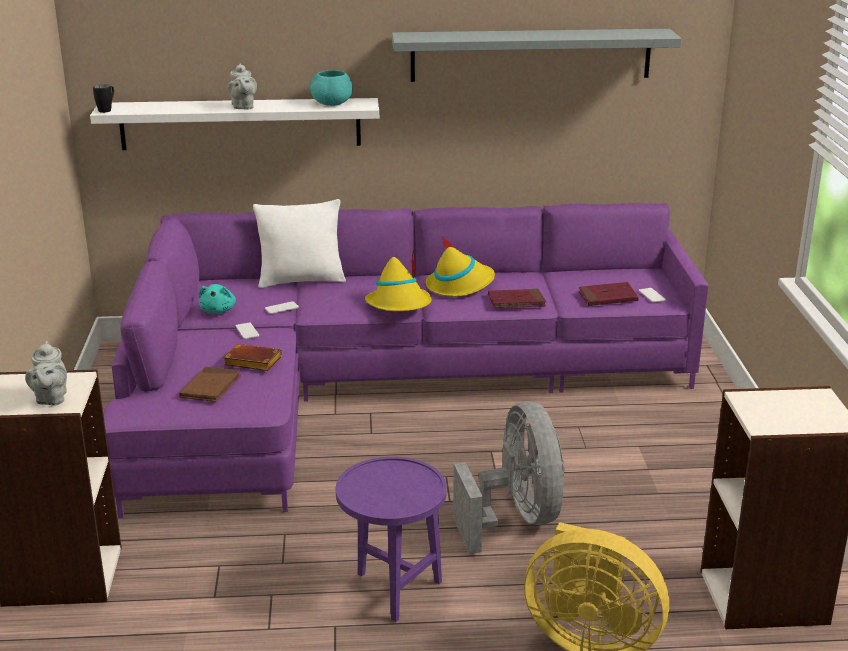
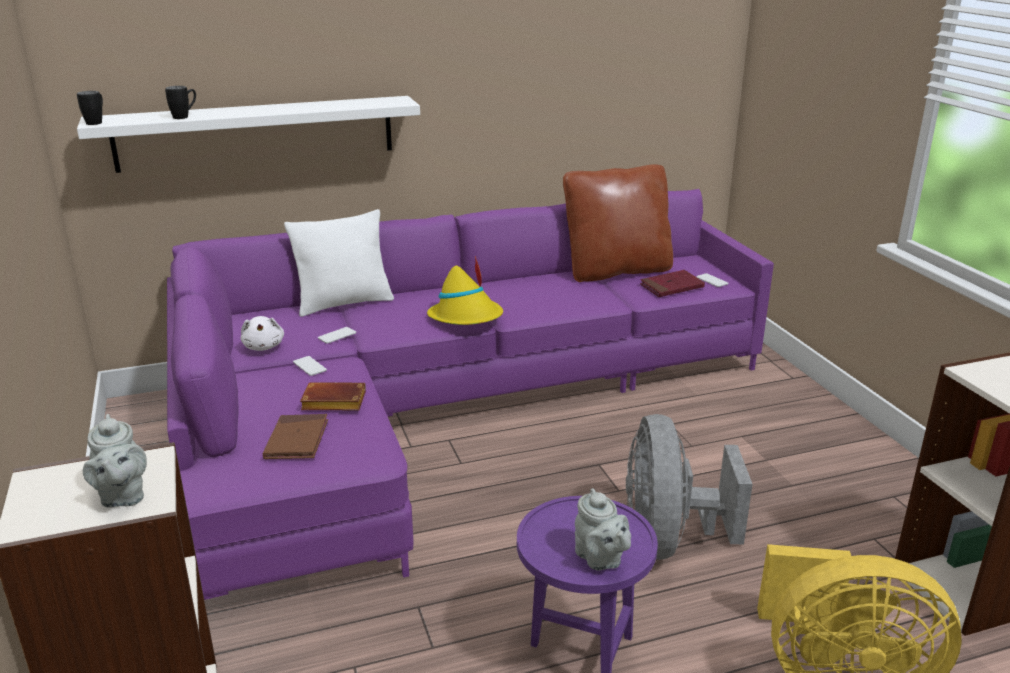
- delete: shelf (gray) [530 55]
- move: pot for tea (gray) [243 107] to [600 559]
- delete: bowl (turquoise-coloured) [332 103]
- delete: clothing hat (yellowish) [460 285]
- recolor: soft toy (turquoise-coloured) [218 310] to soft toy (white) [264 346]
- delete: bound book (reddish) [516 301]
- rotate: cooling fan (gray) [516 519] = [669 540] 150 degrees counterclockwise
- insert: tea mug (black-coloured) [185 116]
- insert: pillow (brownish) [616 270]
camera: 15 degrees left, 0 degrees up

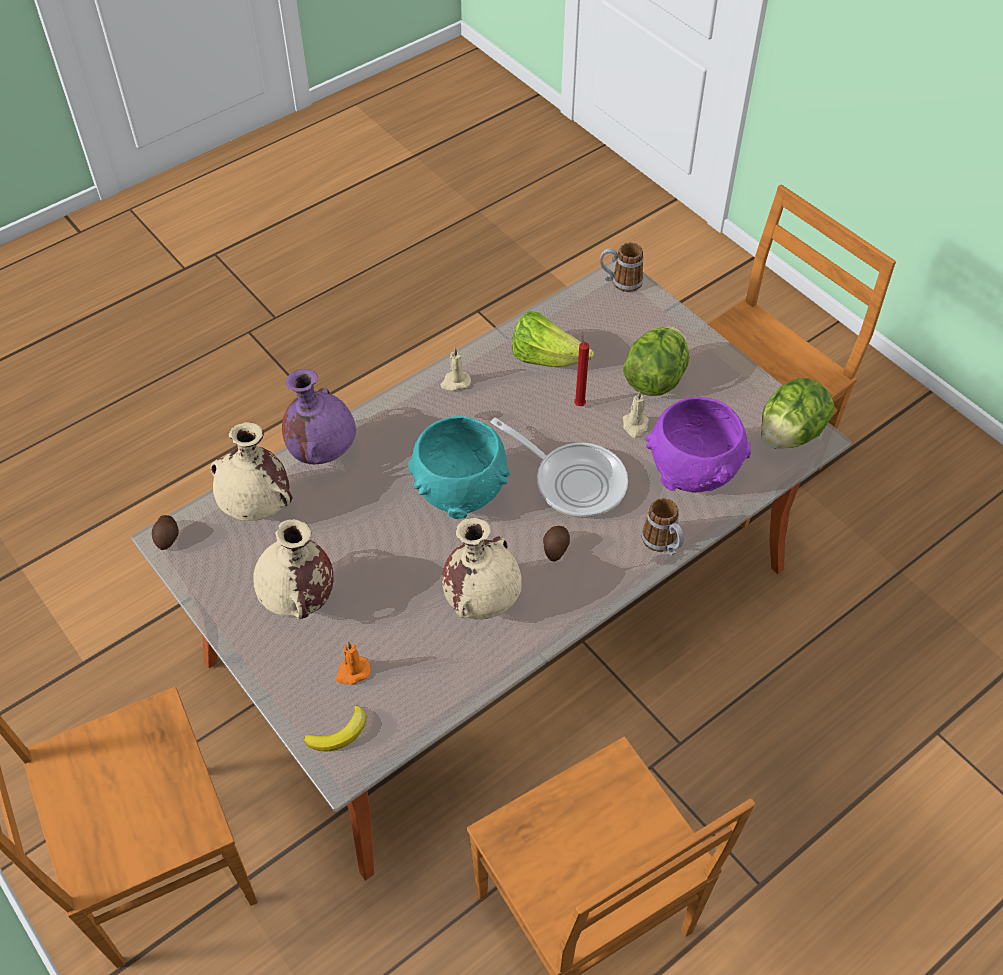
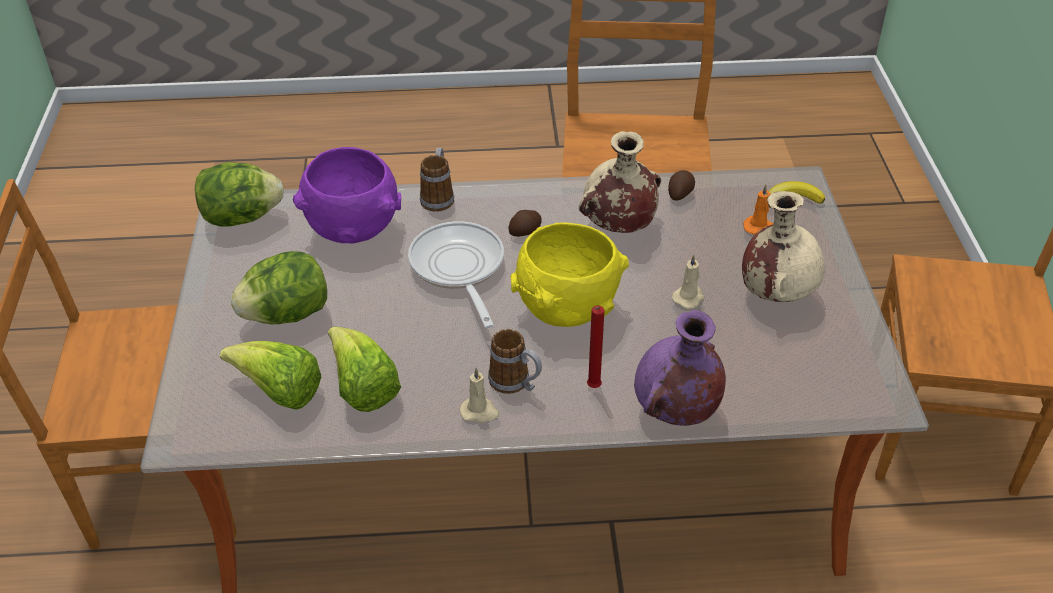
- move: tea mug [620 282] to [516 383]
- move: wax light (reddish) [579 403] to [592 388]
- move: wax light (sand-coloured) [635 426] to [689 297]
- recolor: bowl (turquoise-coloured) [460 491] to bowl (yellowish) [566 309]
- delete: vase (sand-coloured) [258 507]
- move: spud [168 537] to [679 193]
- insert: head of lettuce [279 392]
camera: 145 degrees left, 10 degrees down

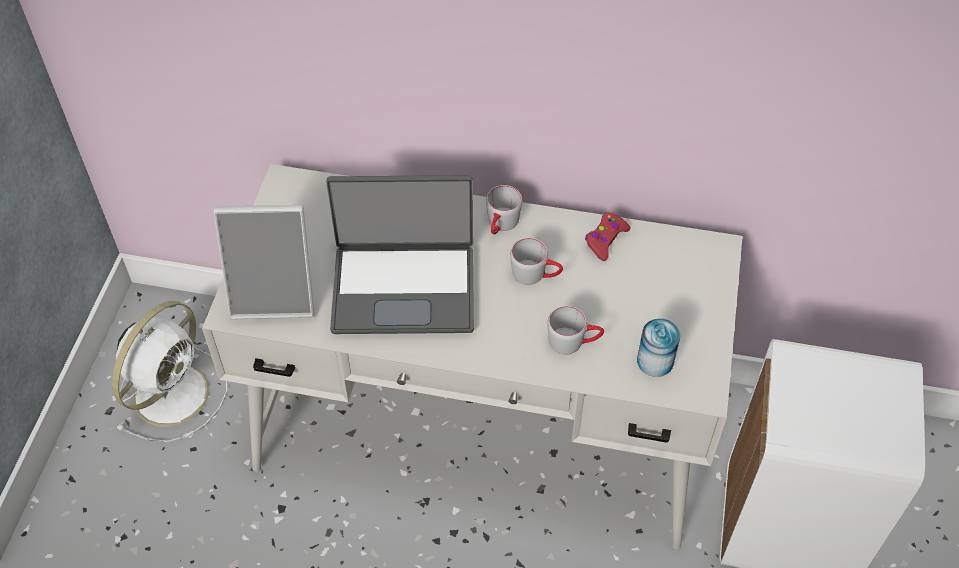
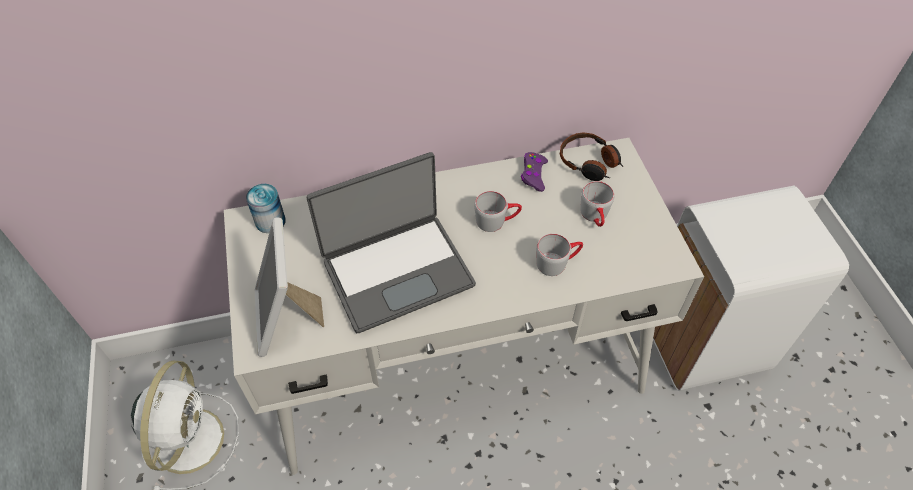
- move: tea mug (gray) [501 225] to [595 217]
- rotate: picture frame [275 294] = [287 319] 105 degrees clockwise
- recolor: joypad (reddish) [605 240] to joypad (purplish) [533 175]
- move: sealed can [655 361] to [270 221]
- insert: pair of headphones [589 163]
camera: 25 degrees left, 0 degrees up

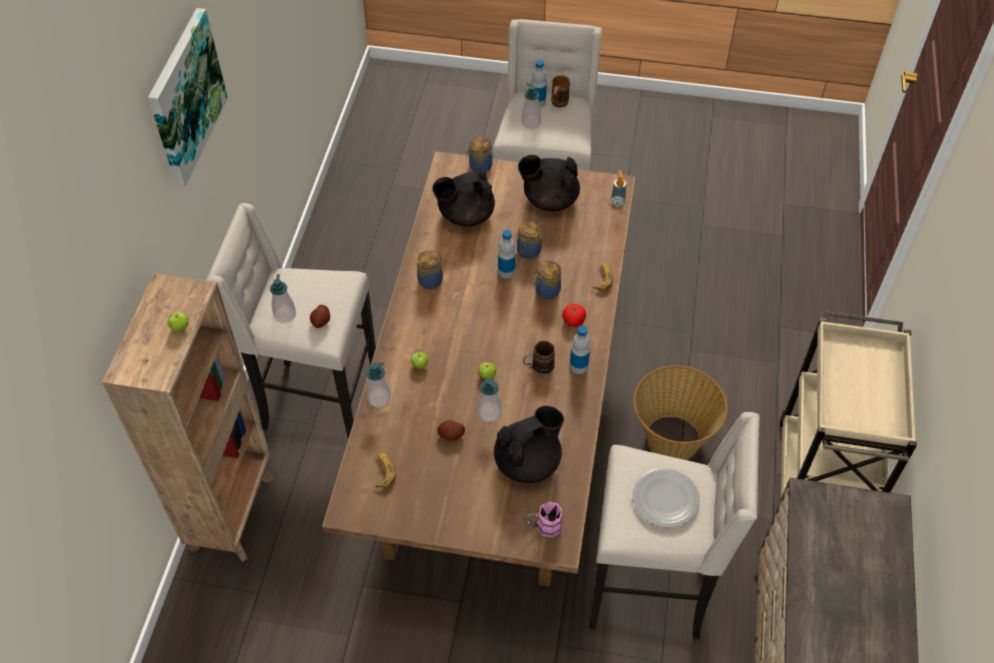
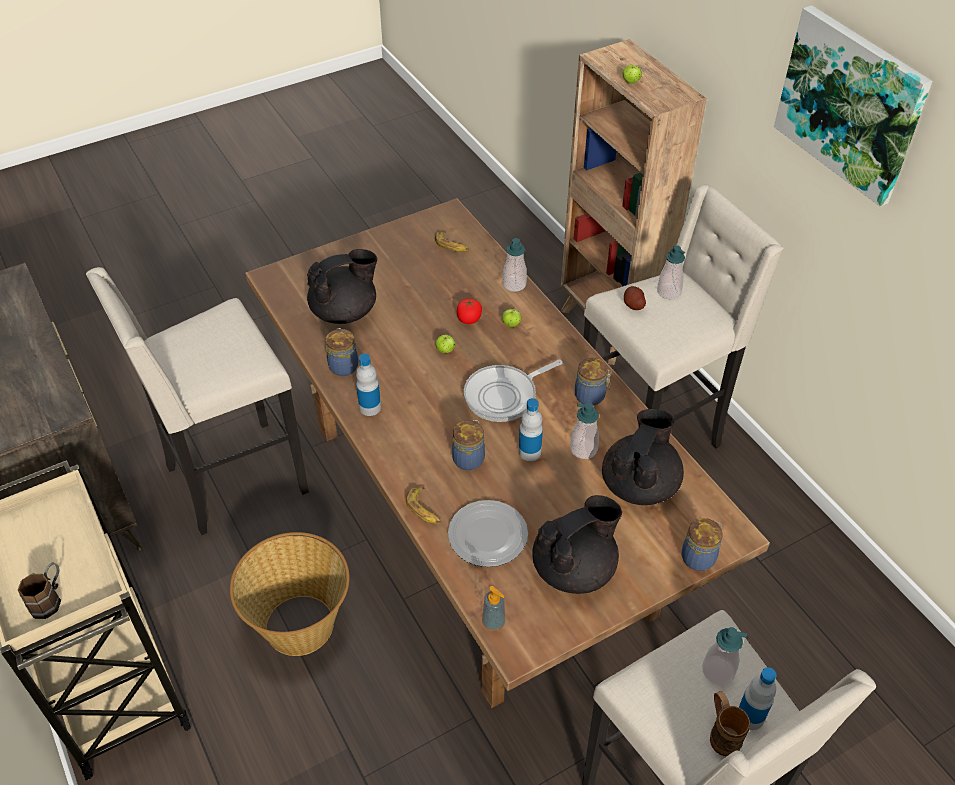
- move: storage jar [528 252] to [343 365]
- move: whole tomato [573 321] to [469 319]
- move: tea mug (brownish) [538 366] to [50 599]
- move: soap dispenser [489 412] to [583 449]
- rotate: pot for tea (black-coloured) [528 462] = [345 312] 135 degrees counterclockwise
- delete: spud [451 435]
- move: plate [664 499] to [489 535]
- delete: tea mug (pinkish) [543 527]
- insert: pan [504 395]
camera: 140 degrees right, 5 degrees down

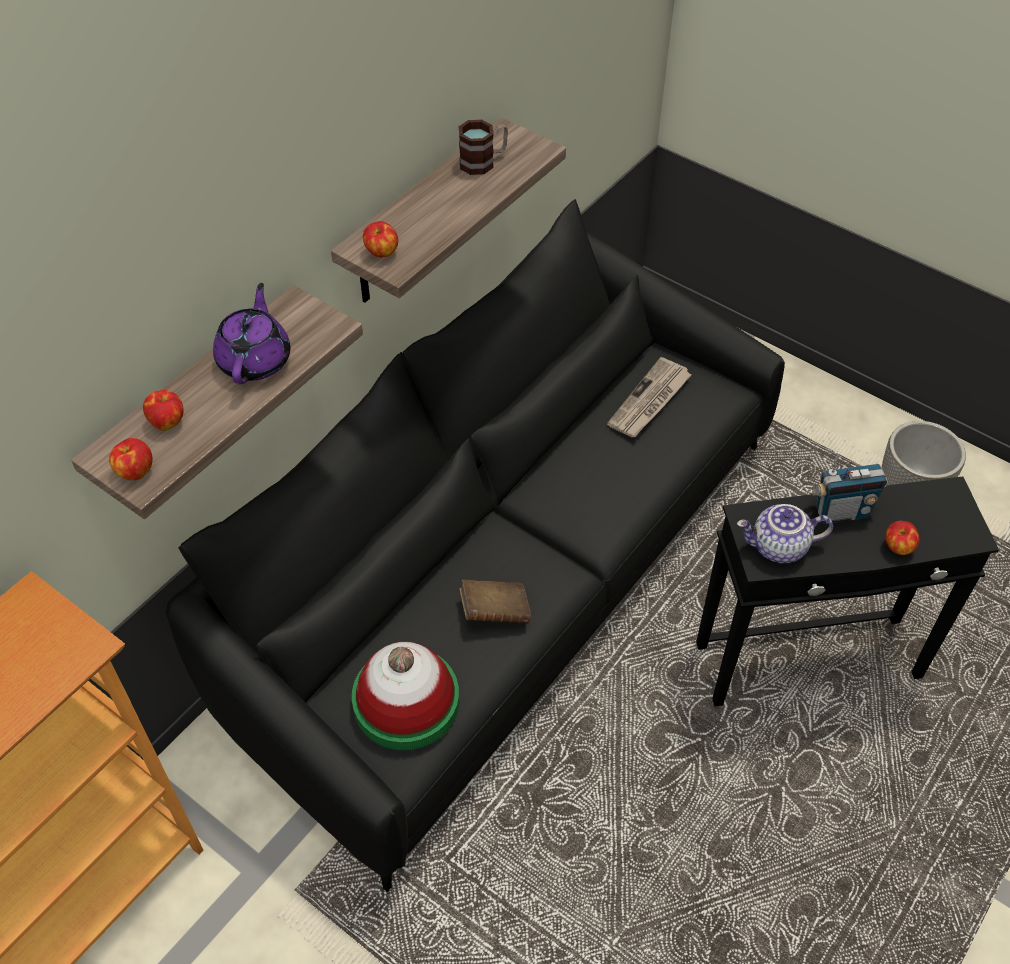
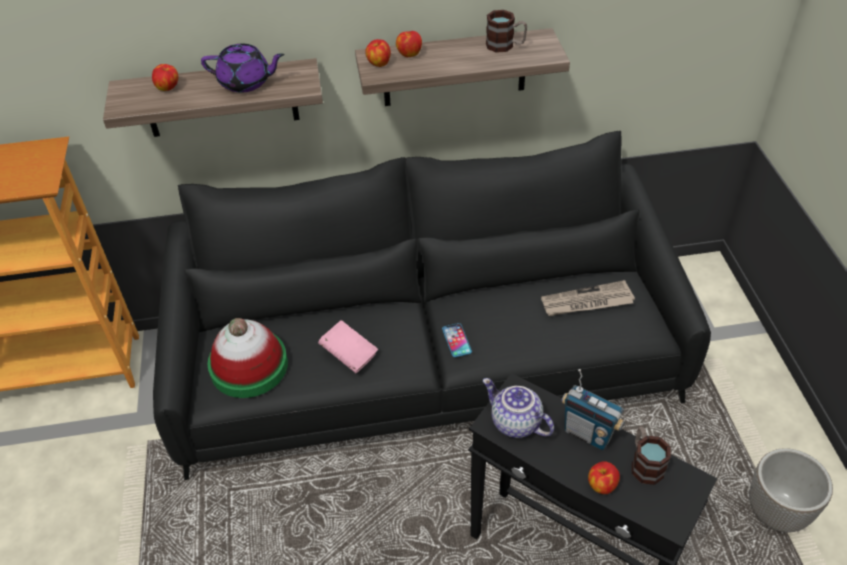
- rotate: pot for tea (purplish) [255 359] = [246 82] 45 degrees clockwise
- move: whole apple [135 471] to [409 54]
- recolor: bound book (brownish) [495 611] to bound book (pinkish) [349 355]
- insert: phone [456 340]
- insert: tea mug [644 463]
camera: 45 degrees right, 5 degrees down

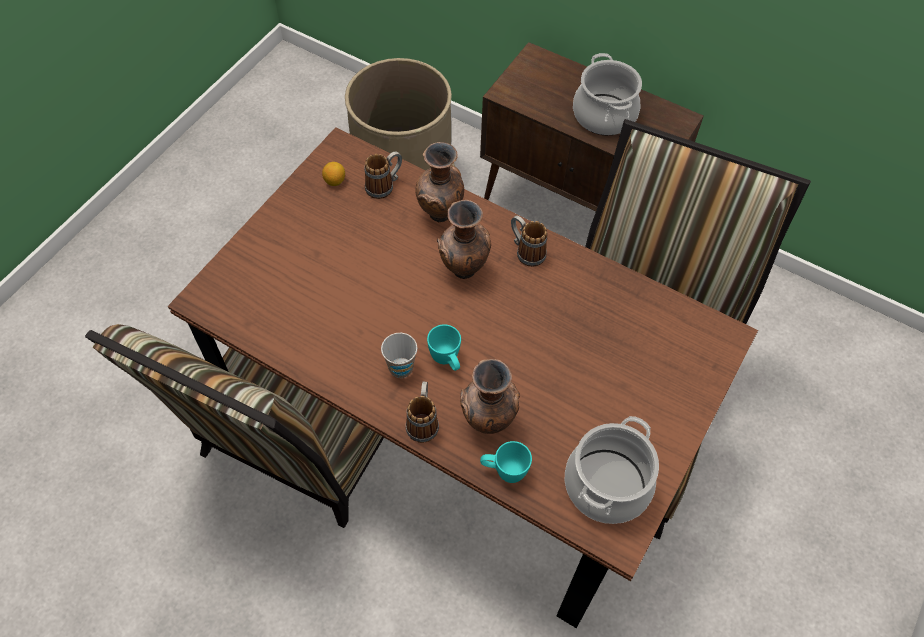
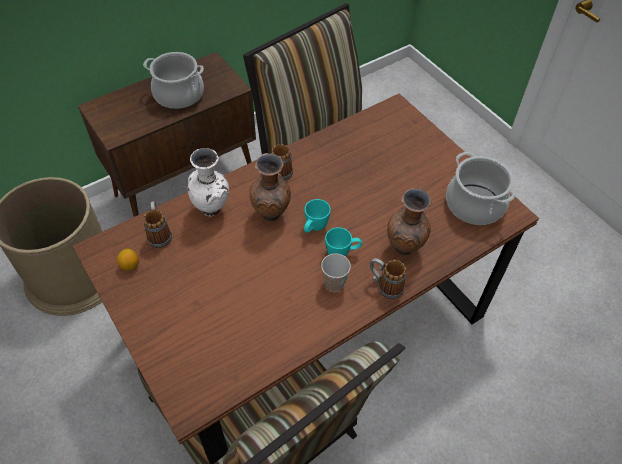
- recolor: vase (brownish) [440 215] to vase (white) [213 210]
- move: tea mug (turquoise-coloured) [504 471] to [314 228]
camera: 65 degrees left, 5 degrees down

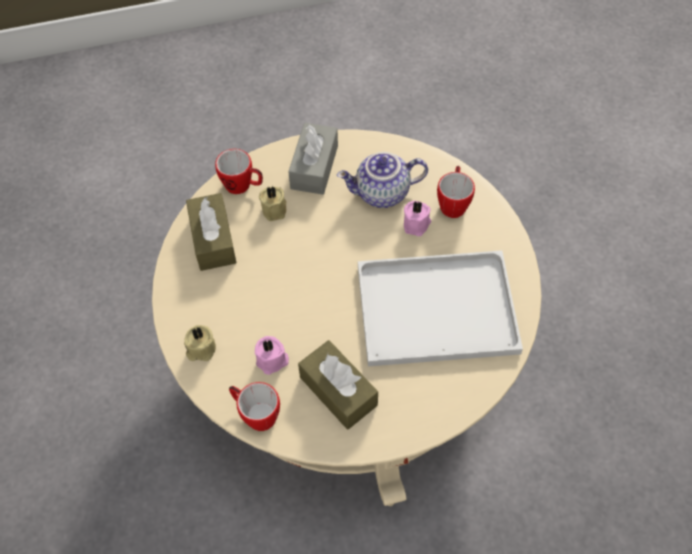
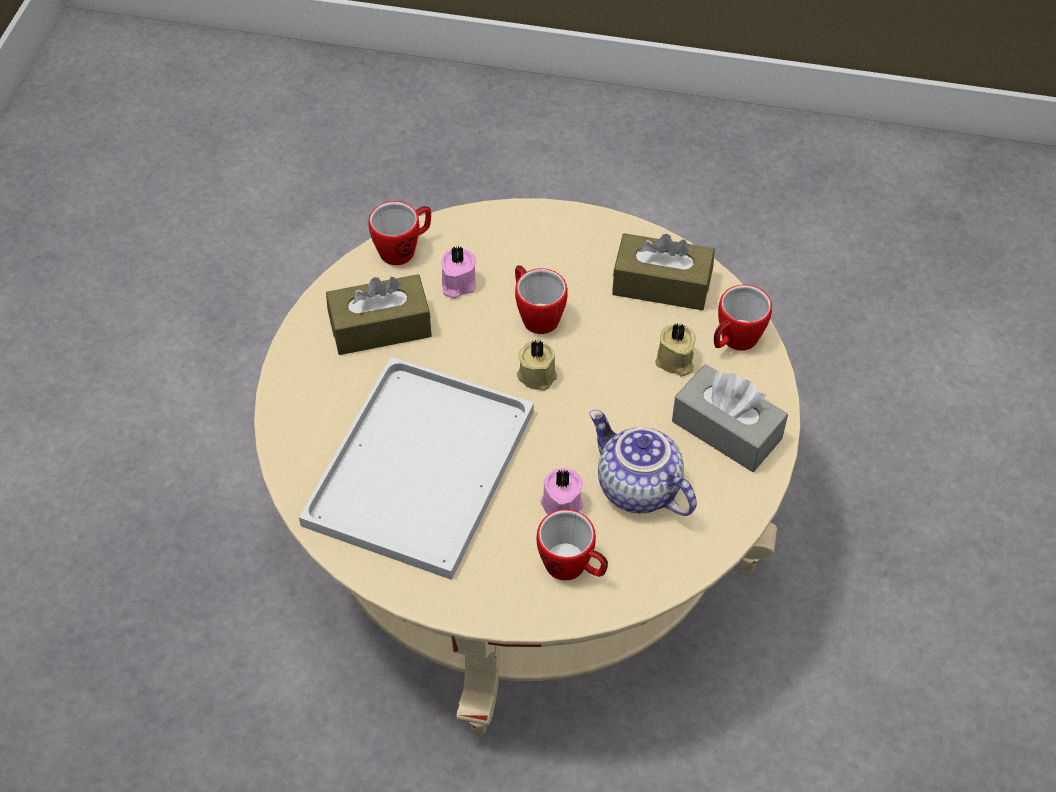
- rotate: pot for tea [382 194] = [636 488] 60 degrees counterclockwise
- move: wax light (sand-coloured) [201 349] to [537 374]
- insert: tea mug [536 314]
camera: 115 degrees right, 5 degrees down

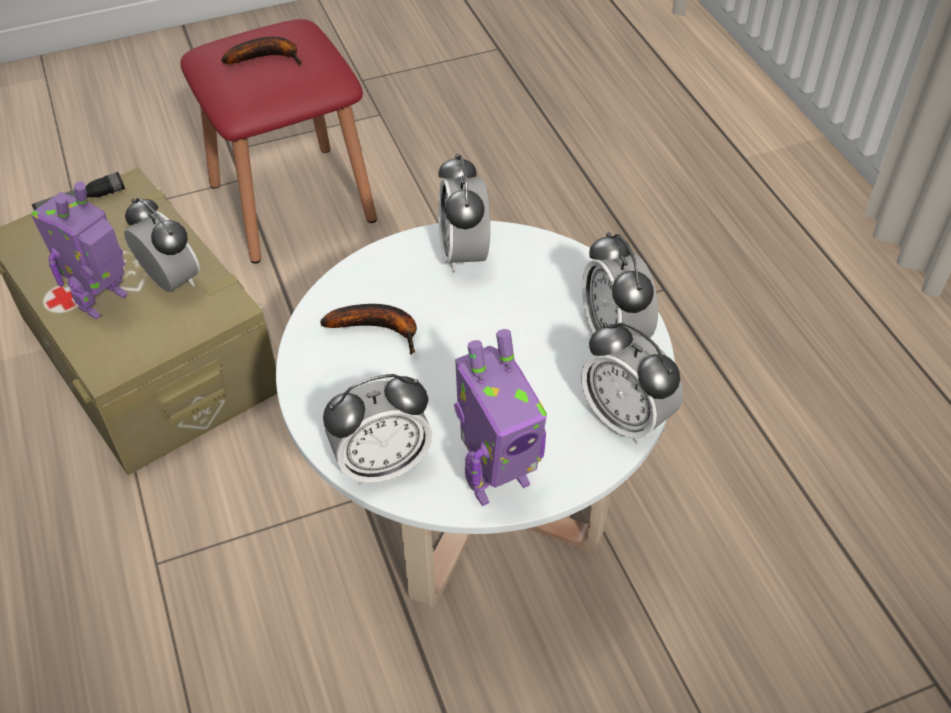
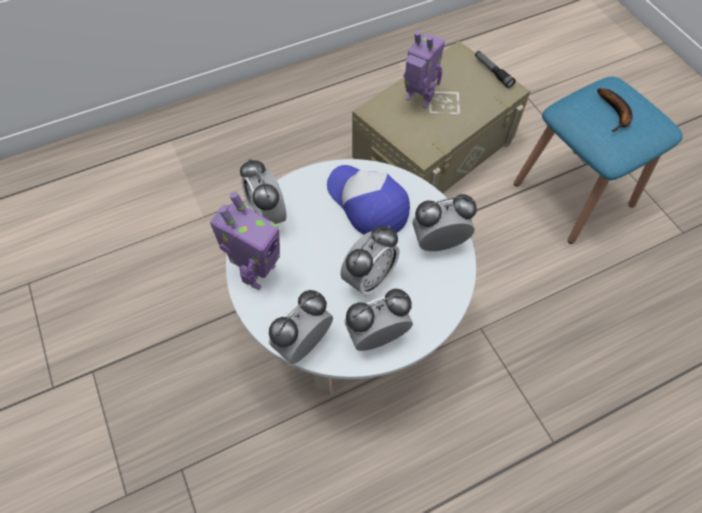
- recolor: sitting stool (reddish) [292 202] to sitting stool (blue) [573 194]
- move: table clock [171 281] to [369 279]
- replace: whole banana [379 329] to cap [367 204]
- rotate: toy robot [496 479] = [256 272] 120 degrees counterclockwise
camera: 85 degrees right, 10 degrees up

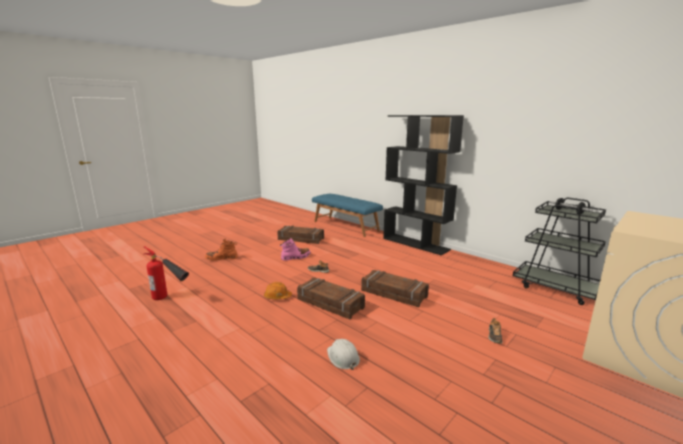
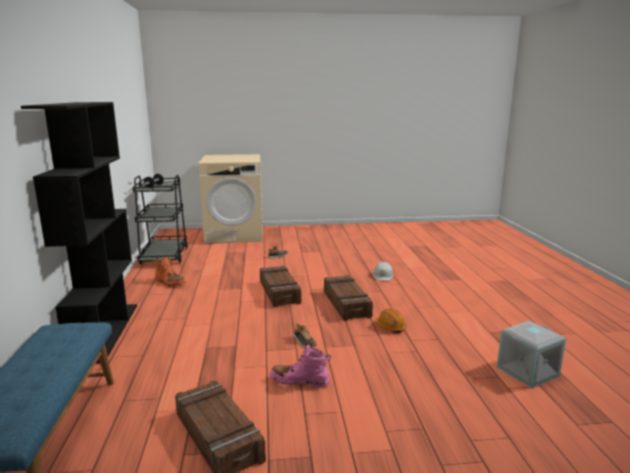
- move: boot (orangey) [221 258] to [170 283]
- replace: fire-fighting cylinder [170 299] to storage box (gray) [528 372]
camera: 140 degrees left, 0 degrees up

